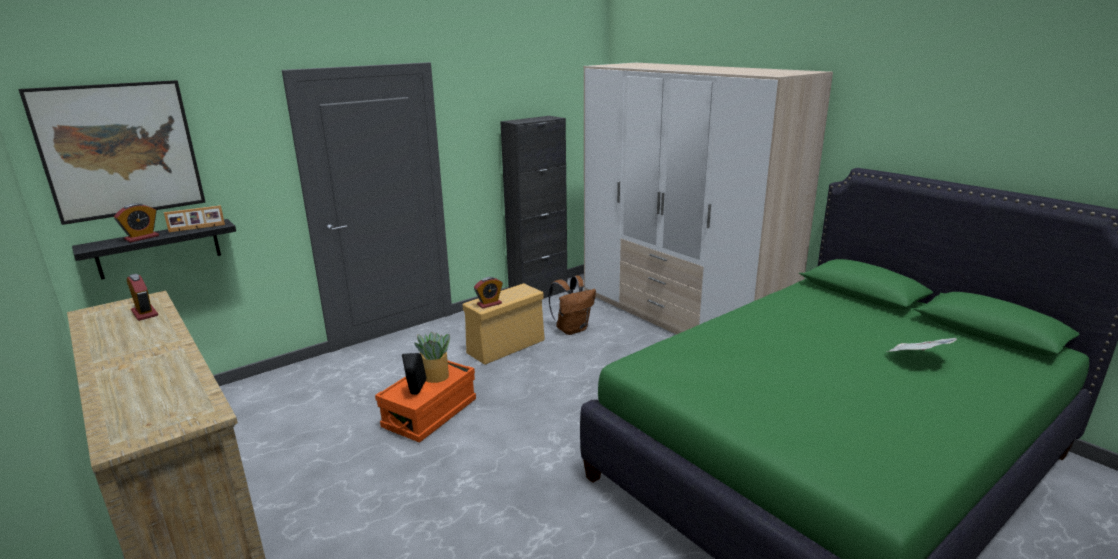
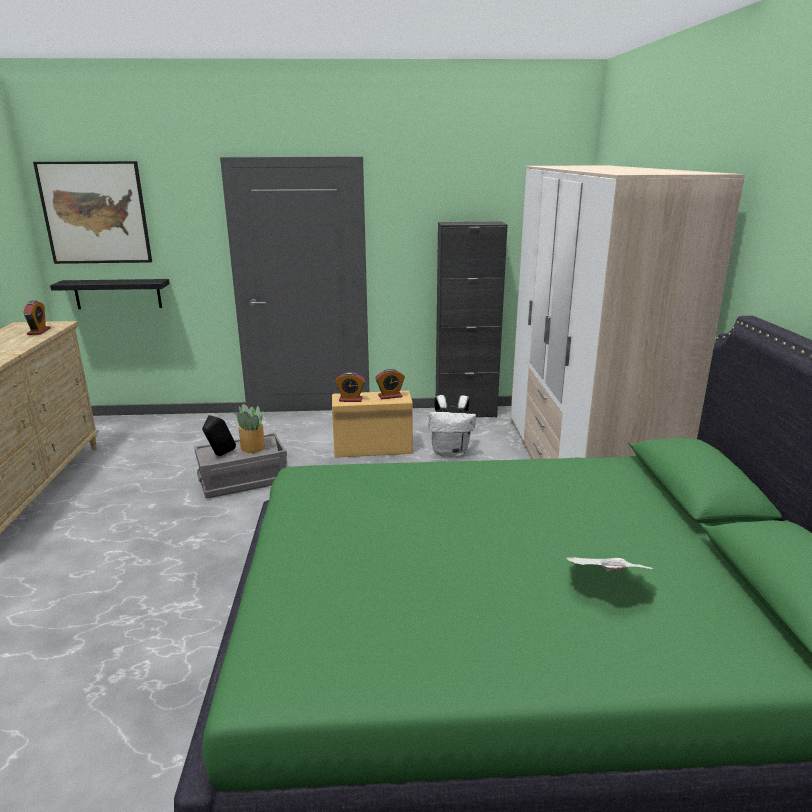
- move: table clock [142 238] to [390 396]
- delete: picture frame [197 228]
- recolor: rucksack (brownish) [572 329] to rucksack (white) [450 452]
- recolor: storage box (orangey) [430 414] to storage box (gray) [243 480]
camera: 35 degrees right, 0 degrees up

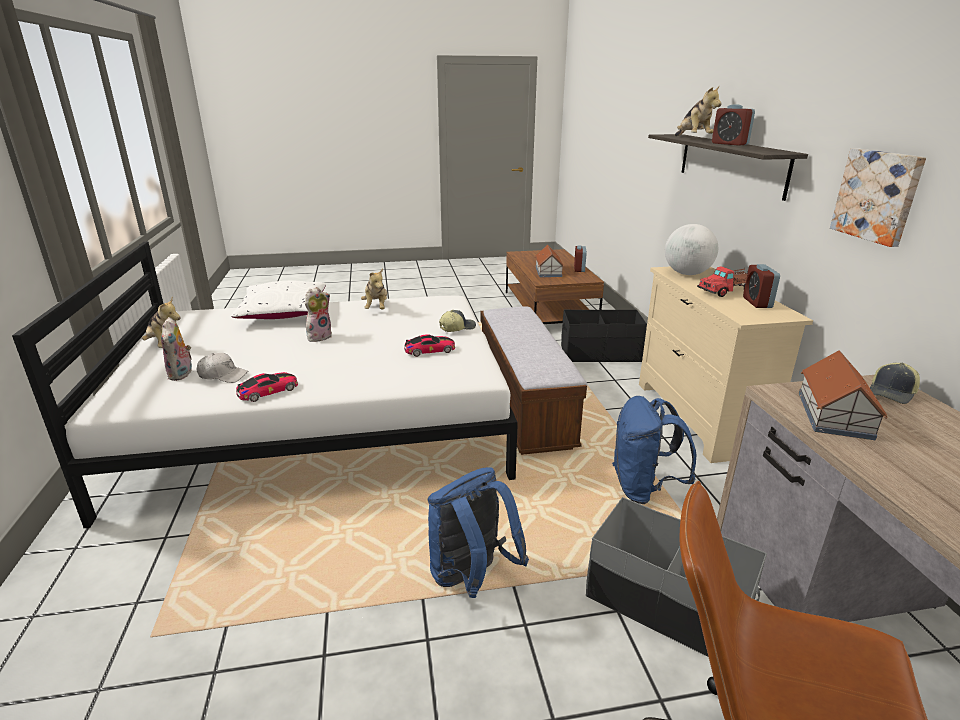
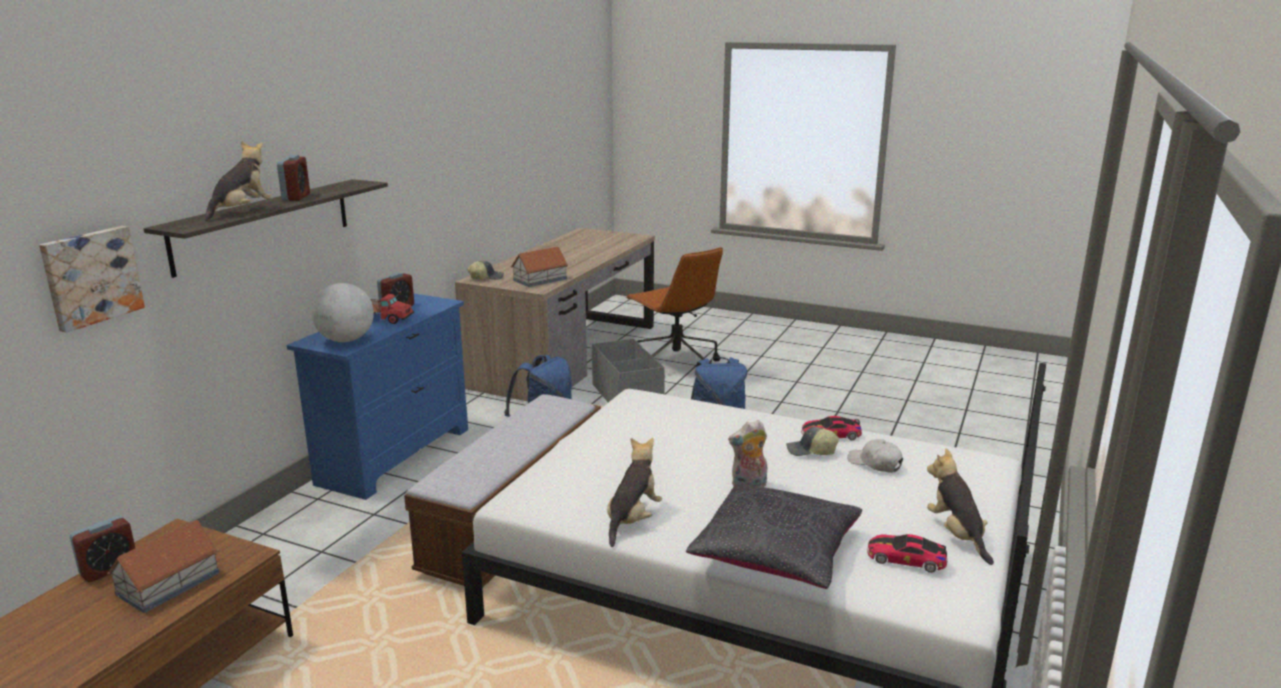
- move: picture [878 196] to [91 277]
- recolor: dresser (sand-coloured) [698 417] to dresser (blue) [396 455]
- recolor: pillow (white) [284 313] to pillow (black-coloured) [776 552]
- move: cap [457 328] to [811 451]
- delete: storage box (black-coloured) [600 354]
- delete: soft toy [182 374]
- move: toy car [430 350] to [906 559]
camera: 145 degrees left, 5 degrees down

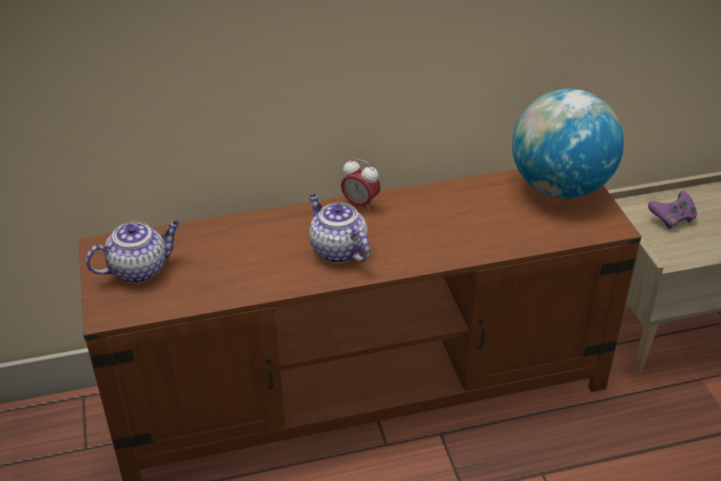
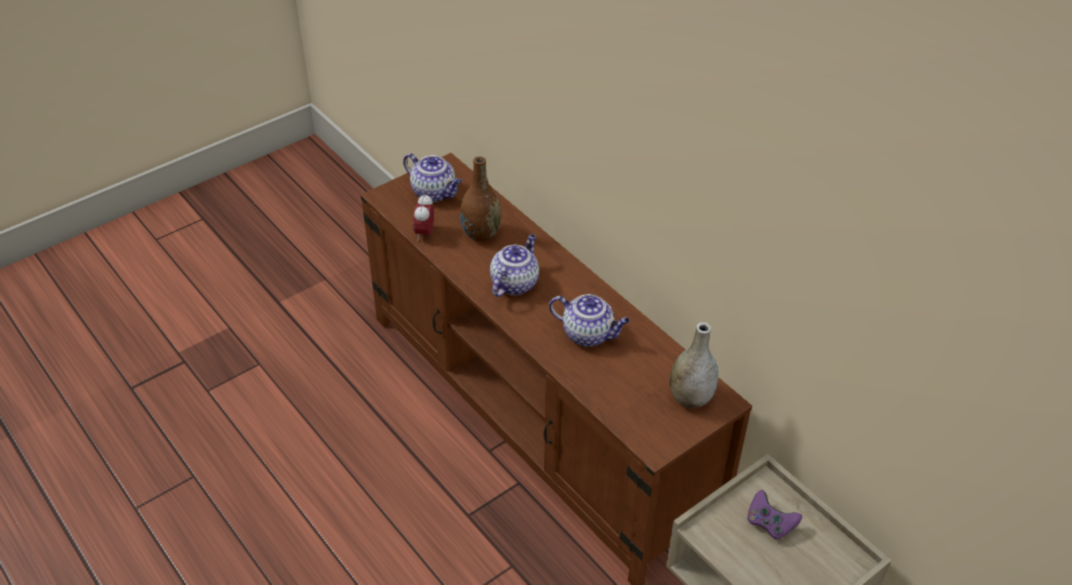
- replace: globe [560 187] to vase (gray) [690 398]
- move: table clock [360 204] to [425 233]
- insert: vase (brownish) [481 233]
- insert: pot for tea [589 334]
camera: 65 degrees right, 5 degrees up

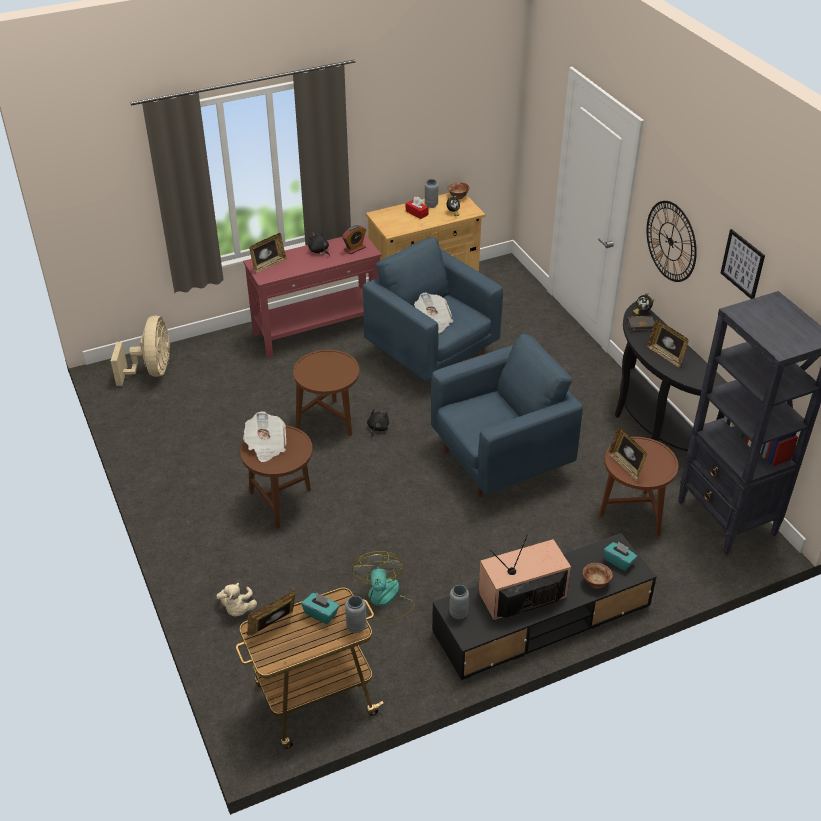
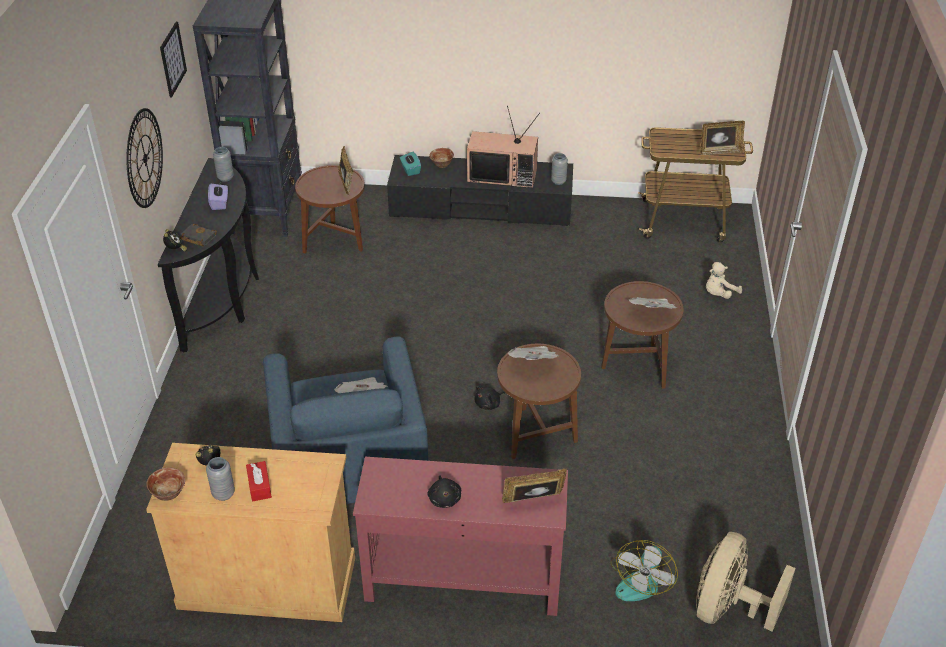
- delete: table clock [354 249]
- replace: picture frame [665 355] to tissue holder (purplish) [220 203]
- delete: armchair (blue) [500 460]
- move: cooling fan [384 600] to [640 580]
- rotate: soft toy (sand-coloured) [237 609] = [719 294] 150 degrees counterclockwise
- delete: tissue holder (turquoise-coloured) [321 614]
- move: vase (gray) [356 627] to [225 178]
- insert: daily paper [533 363]
camera: 150 degrees left, 0 degrees up

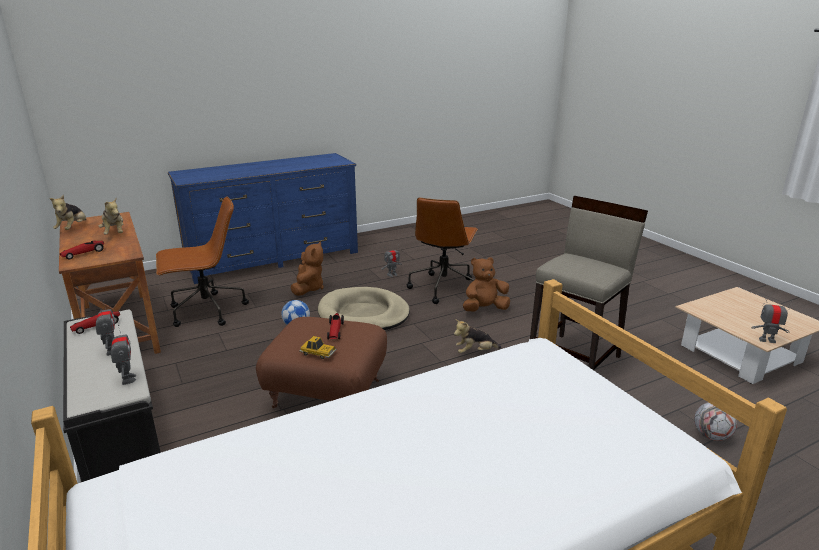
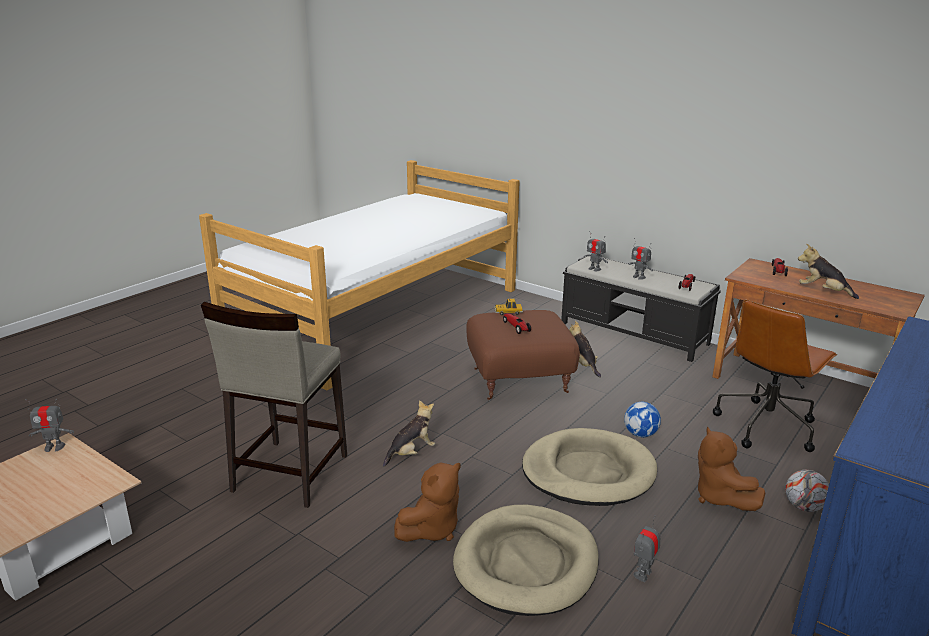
- move: soft toy [72 228] to [583 365]
- replace: computer chair (brownish) [443 287] to dog bed (sand-coloured) [526 563]
- move: football [711 436] to [803 507]
camera: 155 degrees right, 0 degrees up

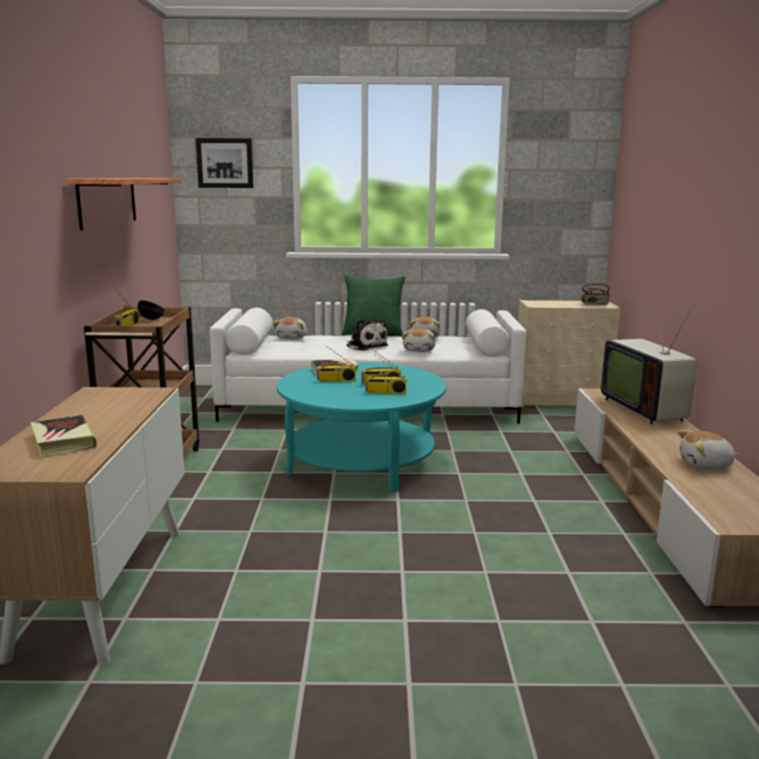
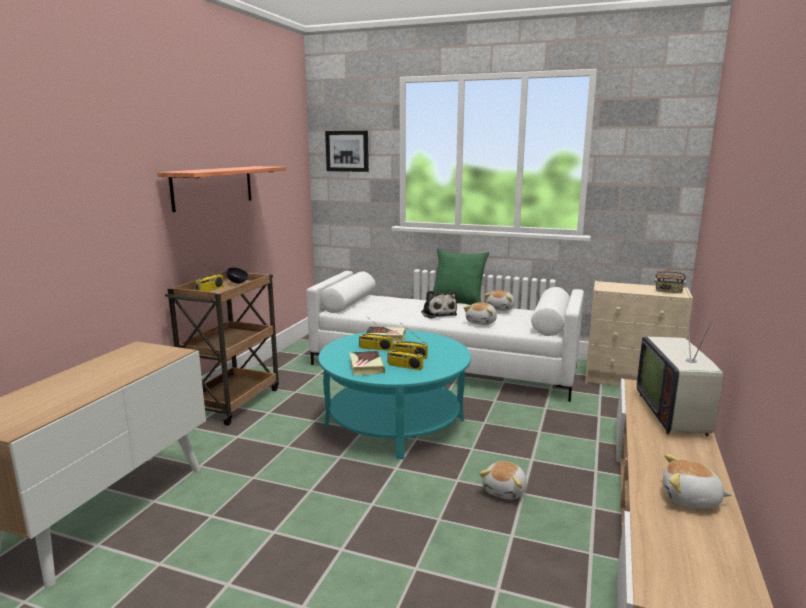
- move: soft toy [292 338] to [505 490]
- move: bound book [63 441] to [366 366]
camera: 20 degrees right, 0 degrees up

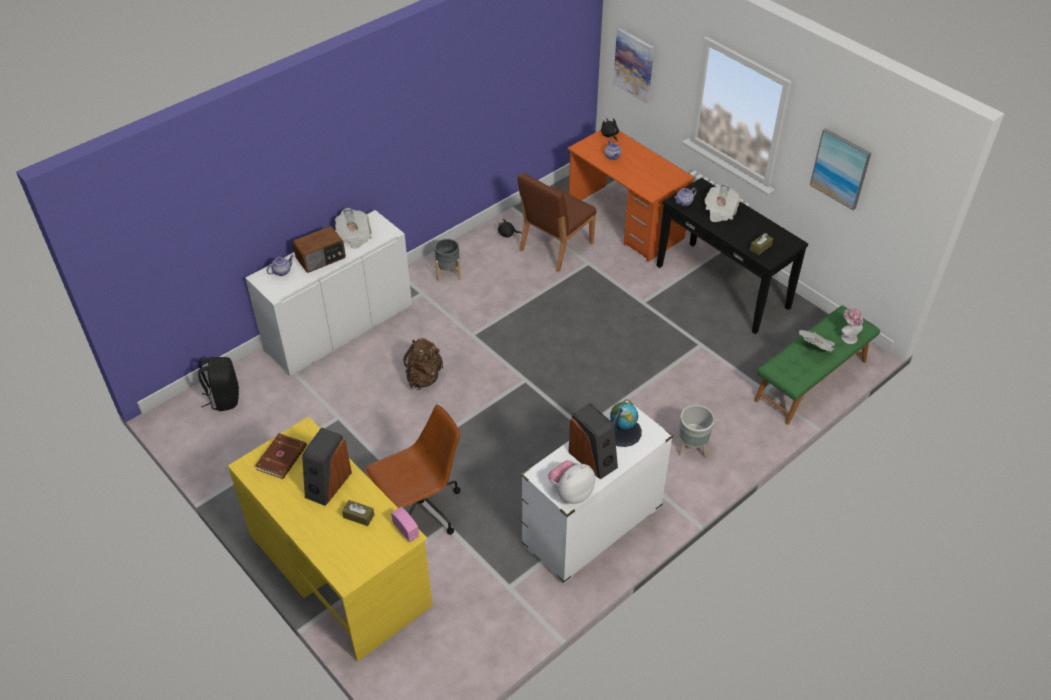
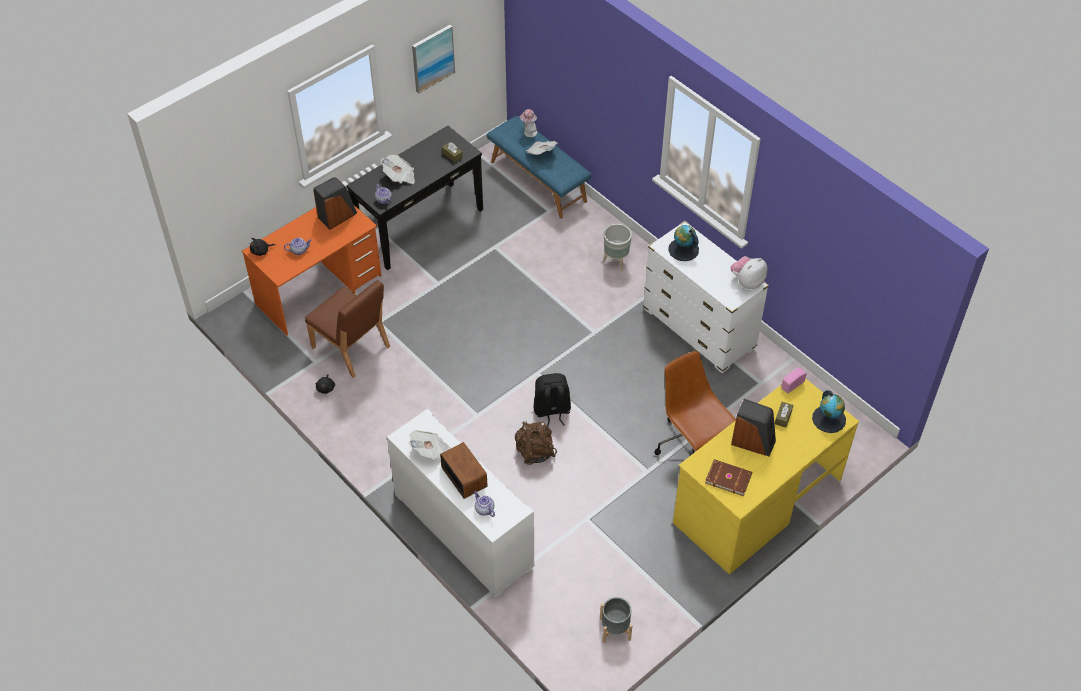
- delete: picture [634 65]
- move: plant pot (gray) [448 272] to [615 629]
- recolor: indoor bench (green) [811 381] to indoor bench (blue) [539 181]
- move: rucksack (black-coloured) [224 398] to [551 411]
- move: loudspeaker [593 458] to [337 216]
- rotate: soft toy [571 493] = [747 282] 90 degrees clockwise
- insert: globe [829 419]
camera: 90 degrees left, 5 degrees up

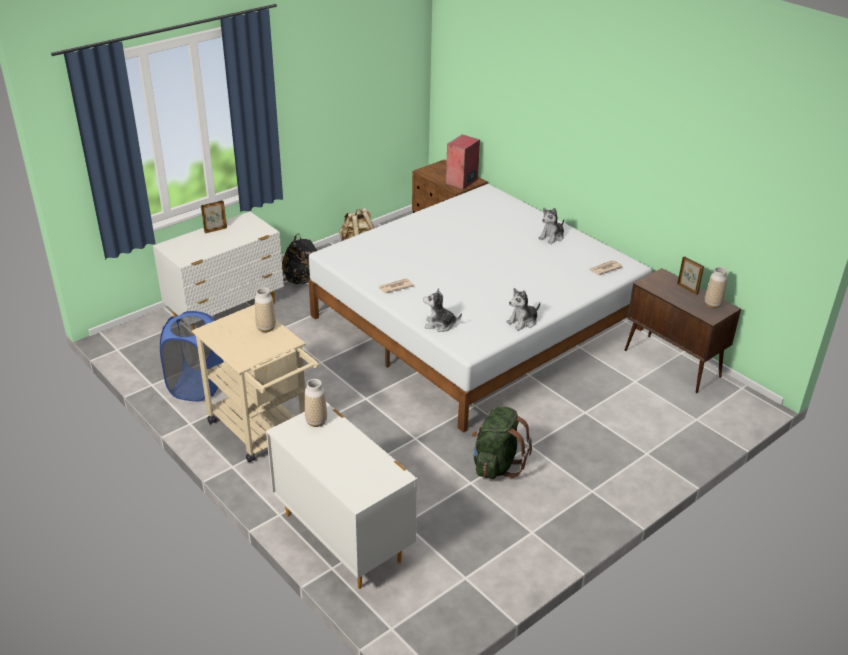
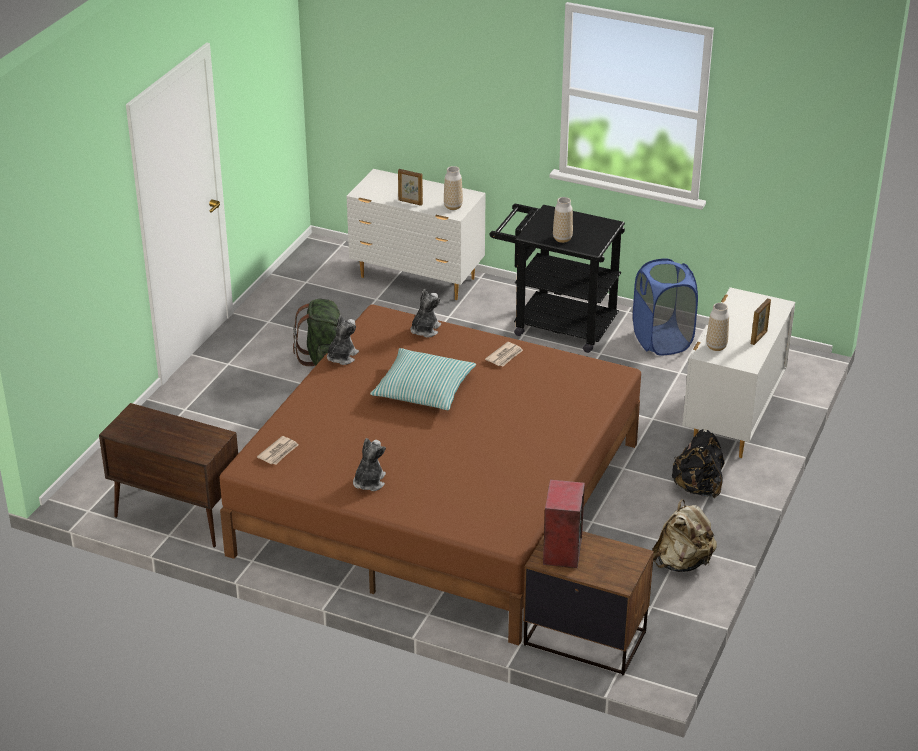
- recolor: sleeping bed (white) [476 323] to sleeping bed (brownish) [438 497]
- move: picture frame [687 289] to [410 202]
- move: vase [712 304] to [716 346]
- rotate: soft toy [440 325] = [425 330] 45 degrees counterclockwise
- recolor: wheeled cart (sand-coloured) [263 432] to wheeled cart (black-coloured) [555 324]
- insert: pillow [424 389]
camera: 155 degrees right, 0 degrees up

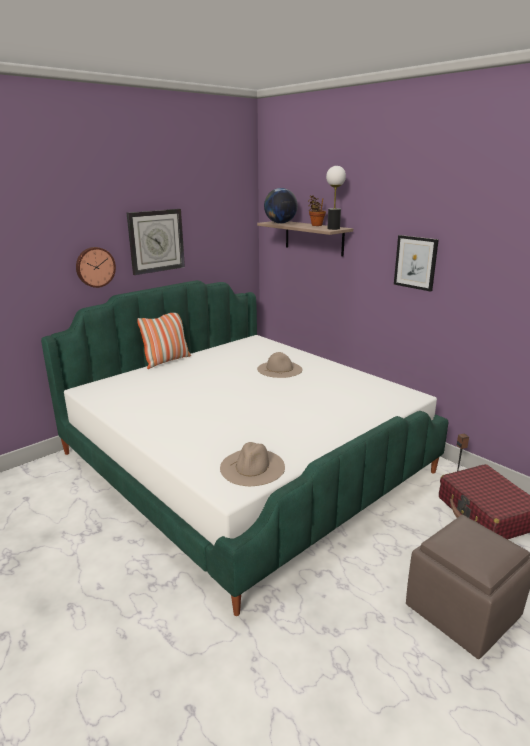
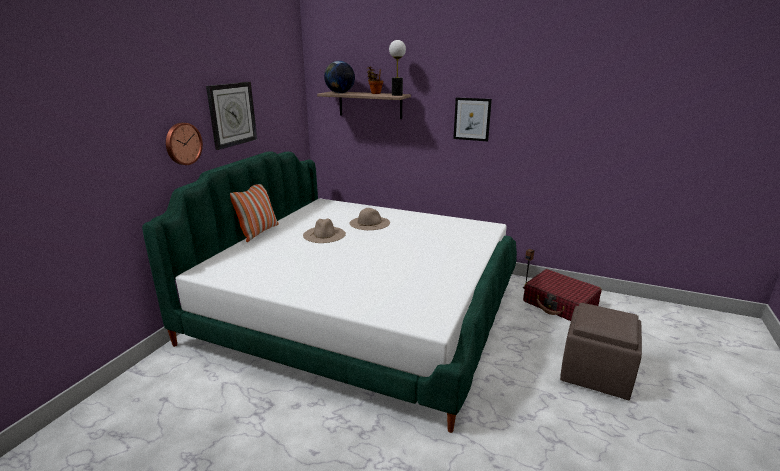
- move: clothing hat (sand-coloured) [252 467] to [324 234]
camera: 25 degrees left, 0 degrees up

